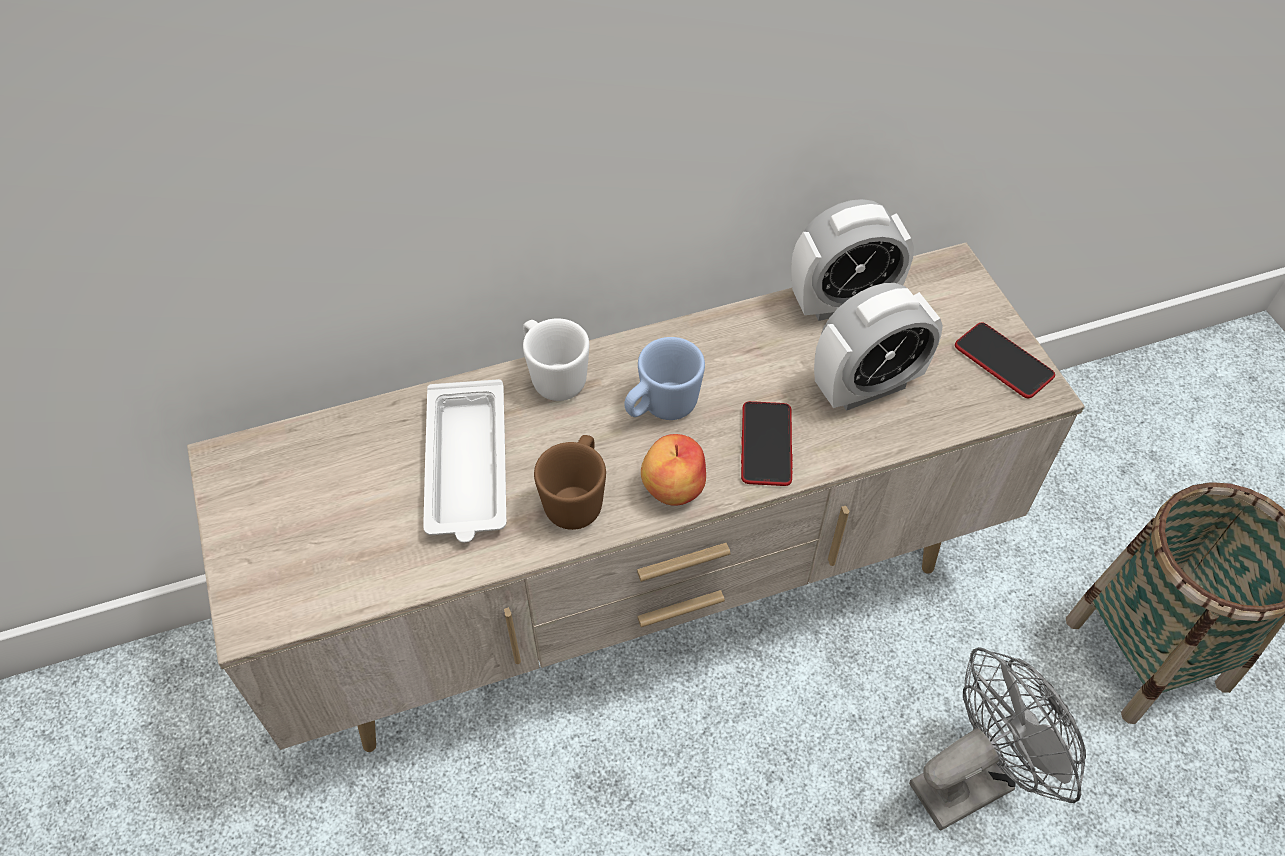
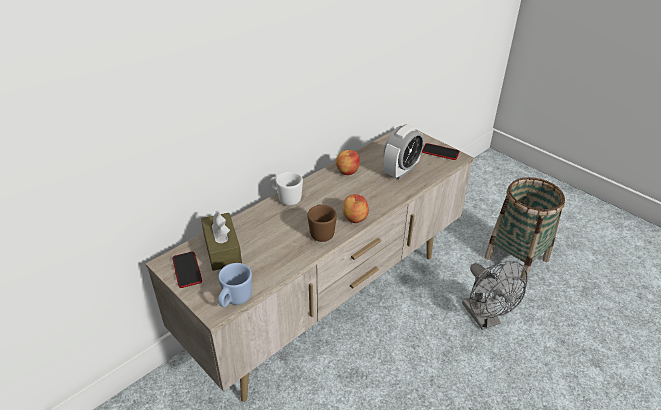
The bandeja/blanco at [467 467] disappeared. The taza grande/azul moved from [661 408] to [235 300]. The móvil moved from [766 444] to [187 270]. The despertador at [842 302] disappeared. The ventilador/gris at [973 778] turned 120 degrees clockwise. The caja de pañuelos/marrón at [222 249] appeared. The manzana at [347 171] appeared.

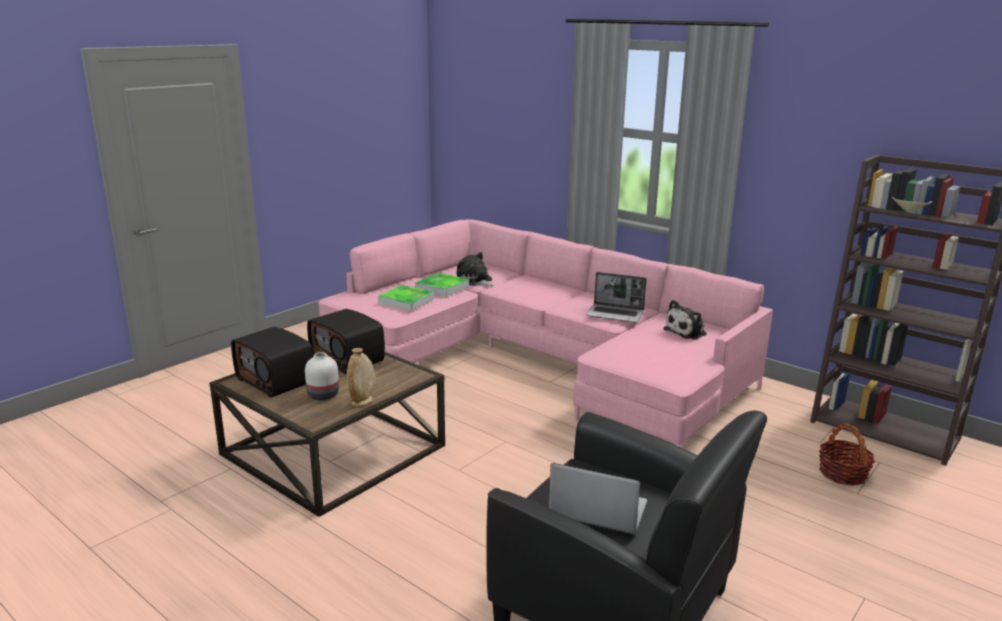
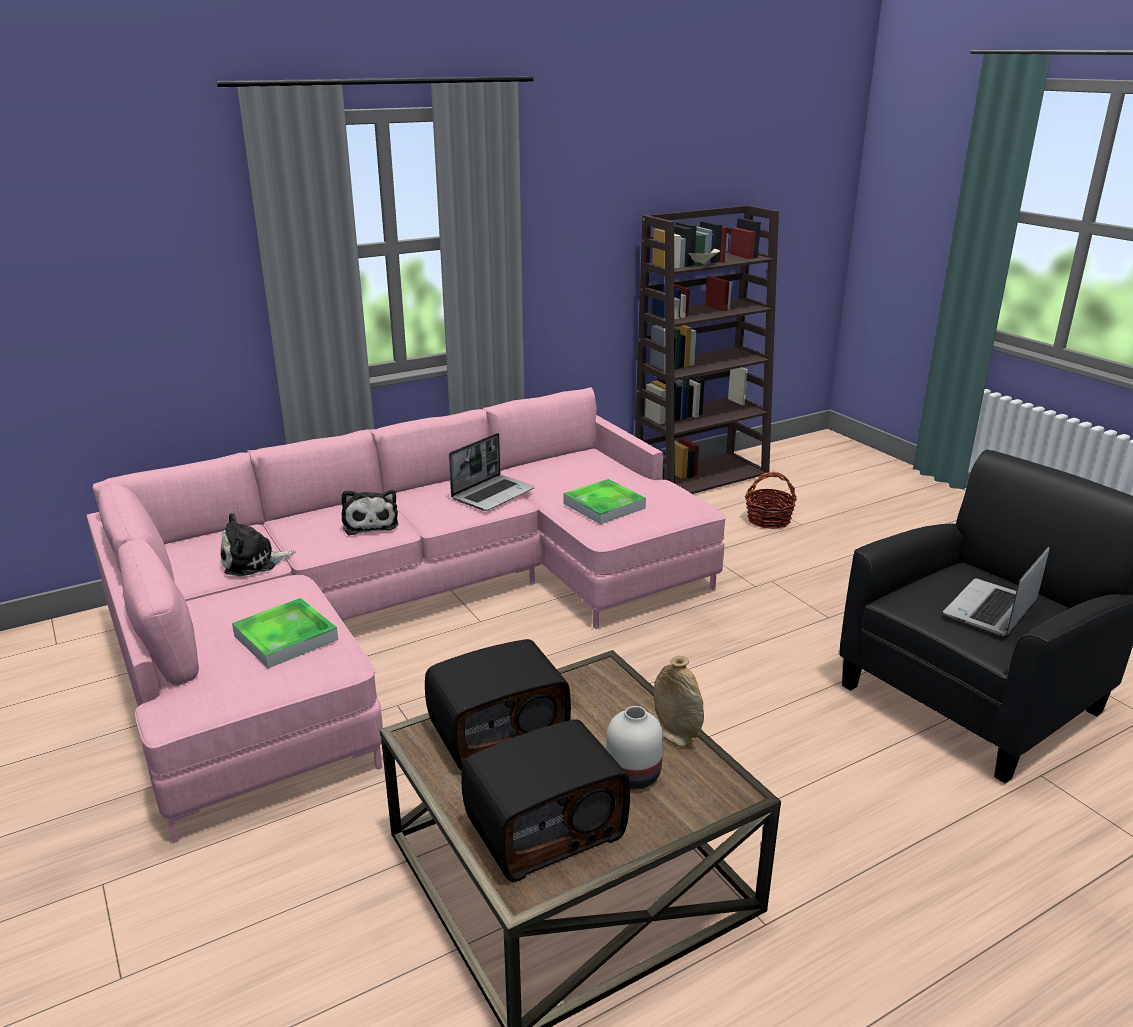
The bandeja moved from [442 287] to [604 506]. The peluche moved from [687 332] to [370 523].

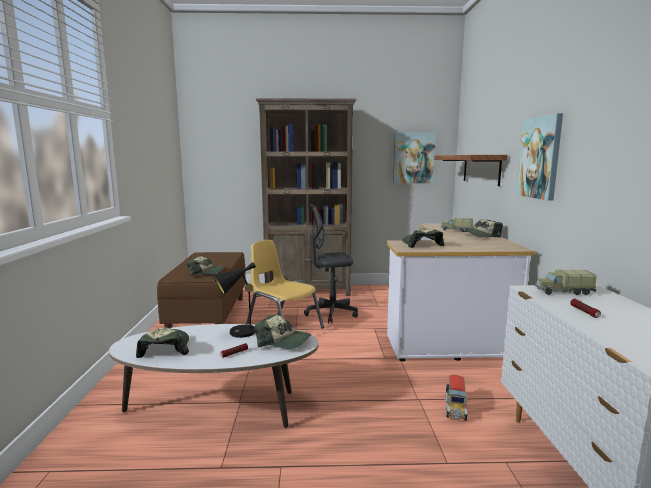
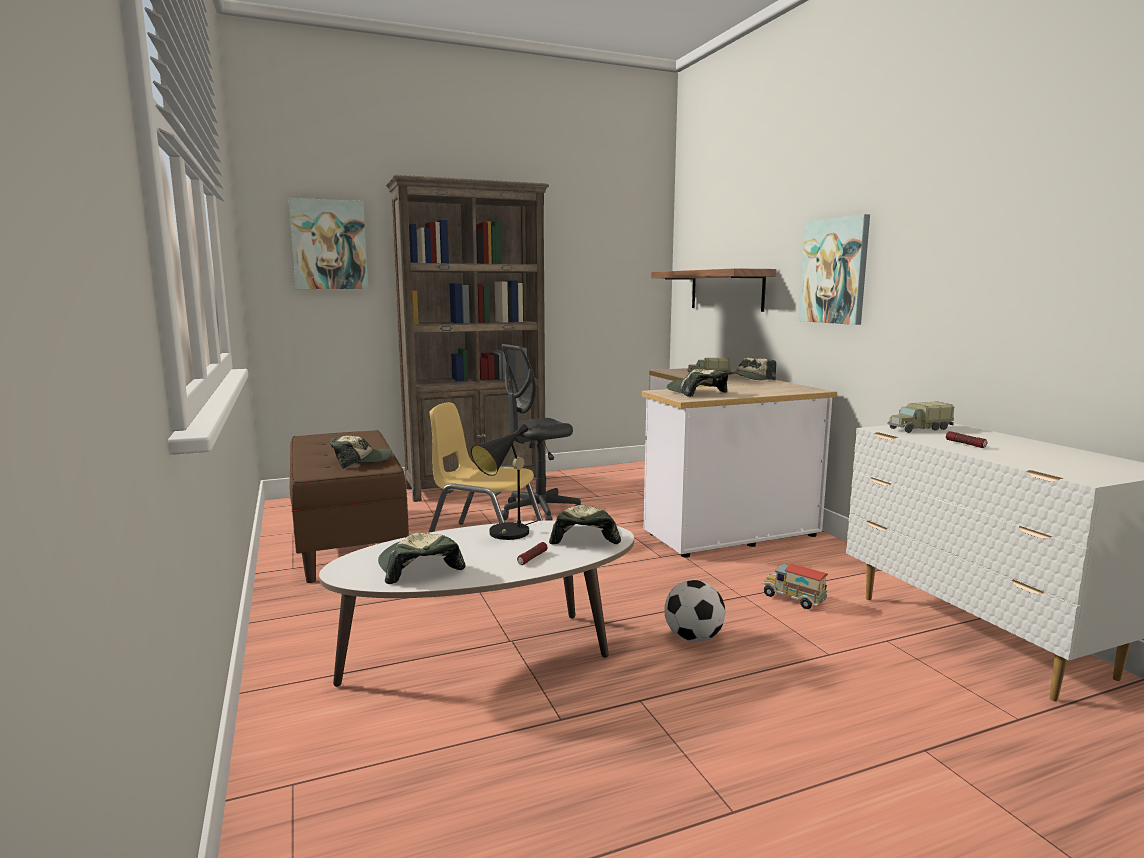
The gorra at [284 341] turned 90 degrees counterclockwise. The cuadro moved from [413 158] to [329 245]. The camión de juguete at [455 410] turned 135 degrees clockwise. The balón de fútbol at [693 638] appeared.

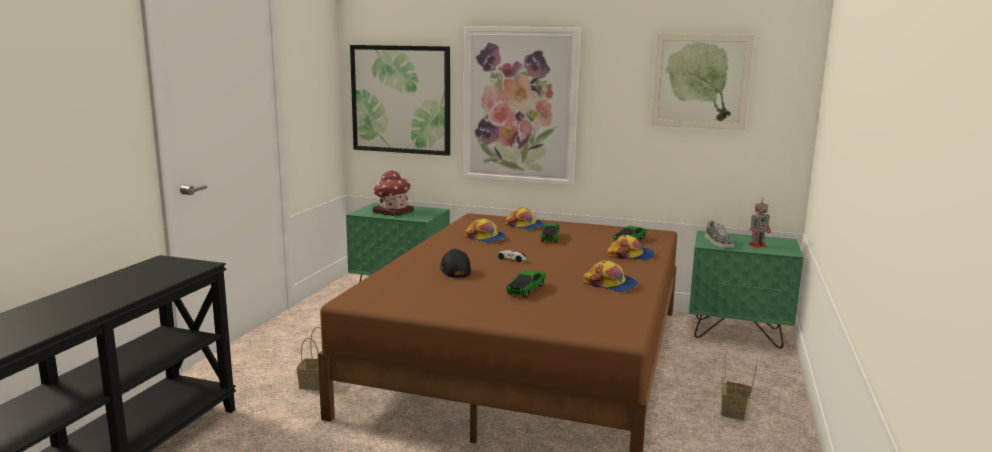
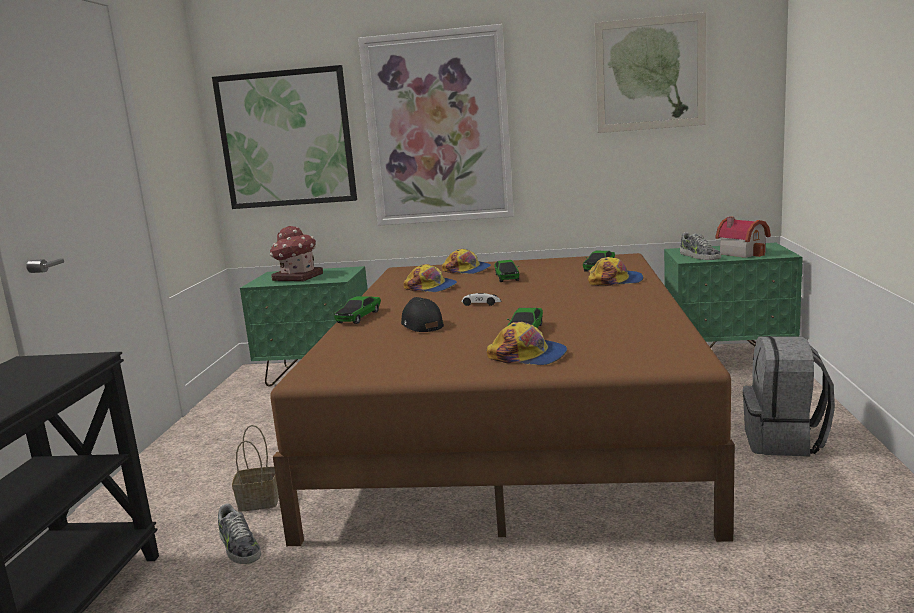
The gorra moved from [611 284] to [528 356]. The cesta at [735 412] was replaced by the mochila/gris at [784 441]. The robot de juguete at [757 245] was replaced by the casita at [743 253]. The zapato at [238 547] appeared. The coche de juguete at [359 317] appeared.

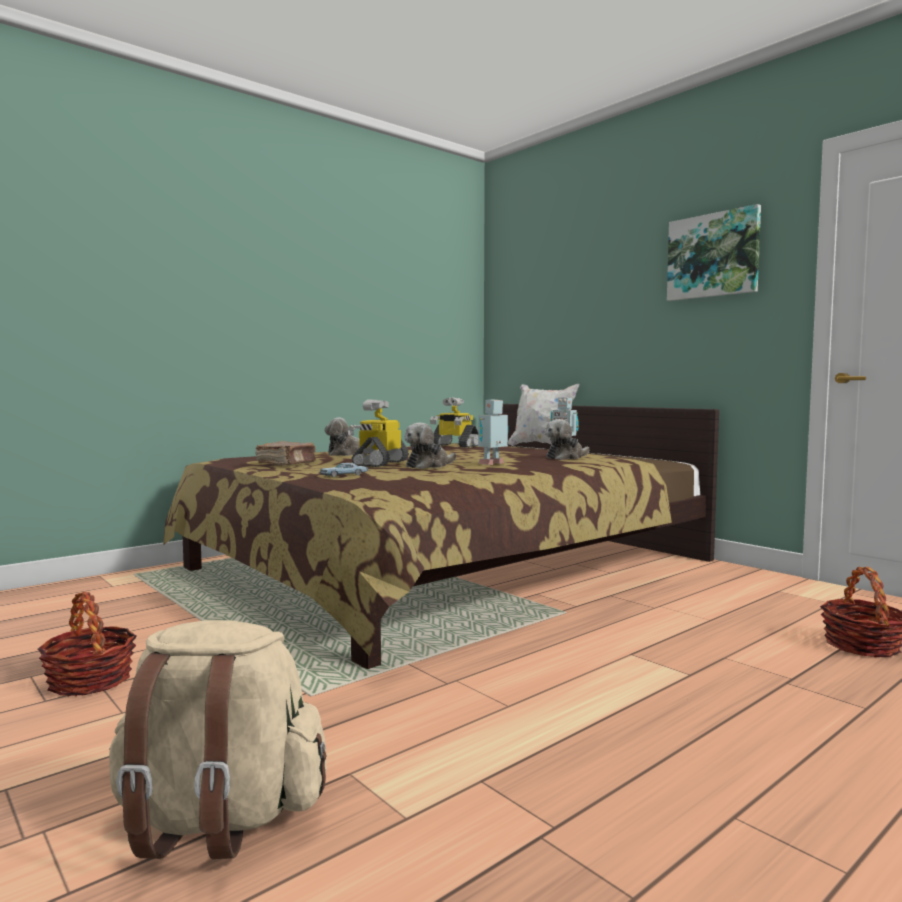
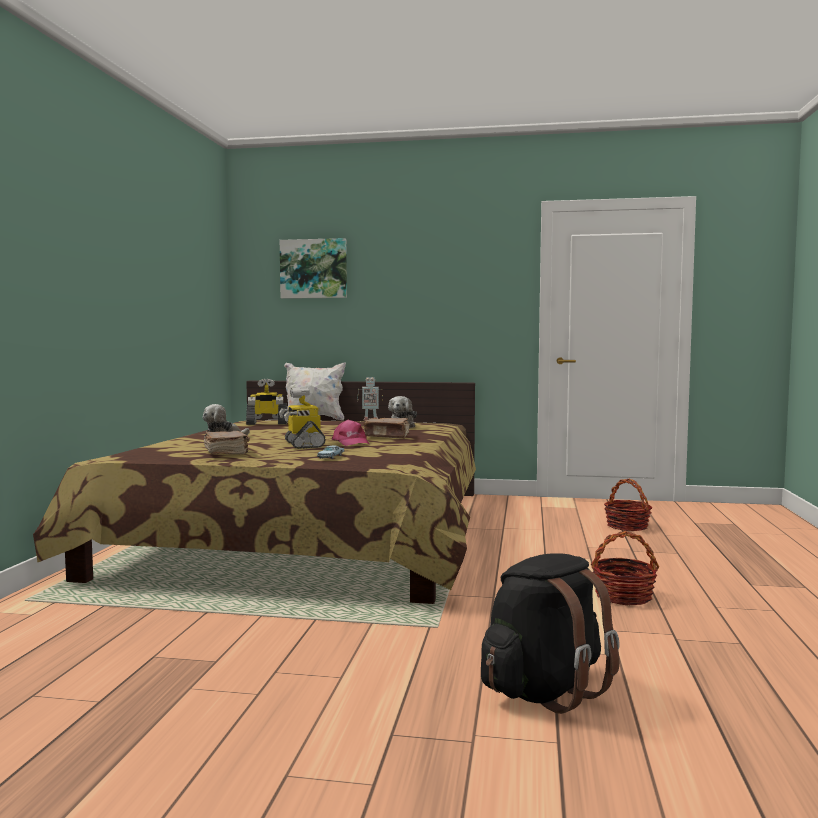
The cesta moved from [89 681] to [623 596]. The mochila/beis at [218 819] became the mochila/negro at [545 690]. The peluche at [429 466] was replaced by the gorra/rosa at [350 442]. The robot de juguete at [493 464] was replaced by the libro/marrón at [387 436]. The cuadro moved from [713 255] to [314 269].

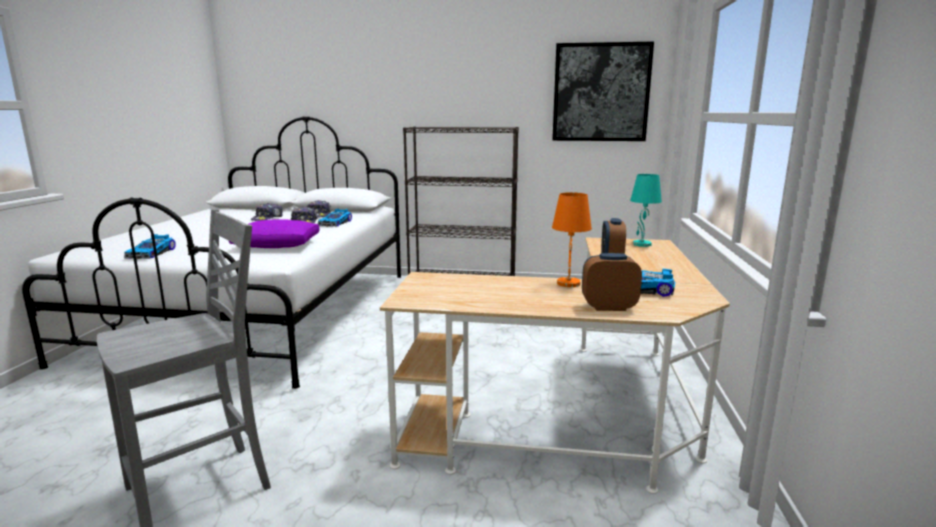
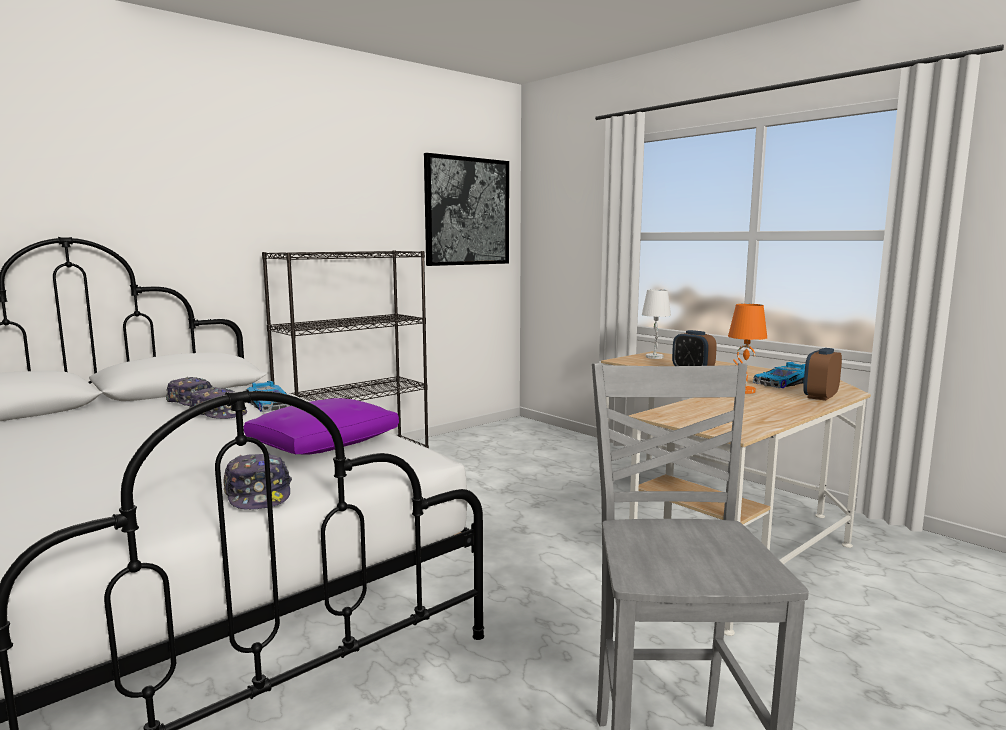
The coche de juguete at [152 253] disappeared. The gorra moved from [268 218] to [258 495]. The lámpara de mesa/turquesa at [642 244] became the lámpara de mesa/blanco at [655 357].

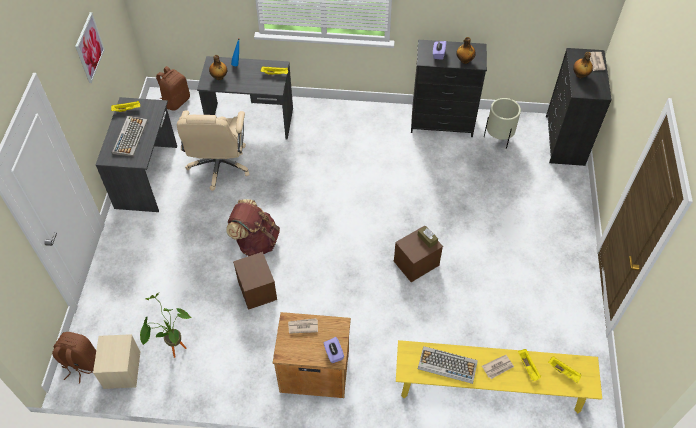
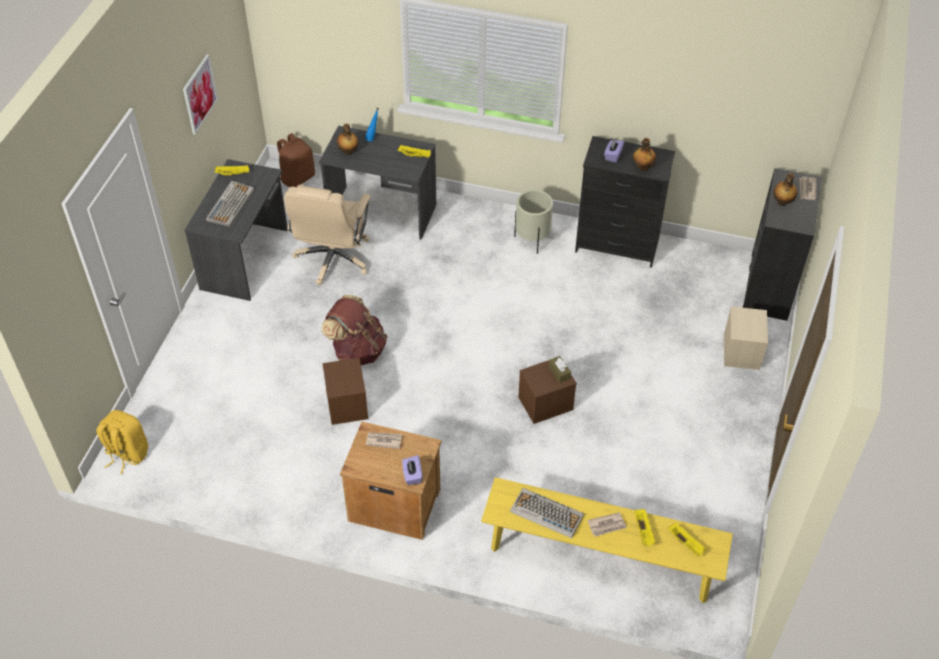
The mochila/marrón at [80 364] became the mochila/amarillo at [127 454]. The caja de almacenaje/beis moved from [122 370] to [742 352]. The planta en maceta at [173 350] disappeared. The maceta/beis moved from [498 138] to [532 240].

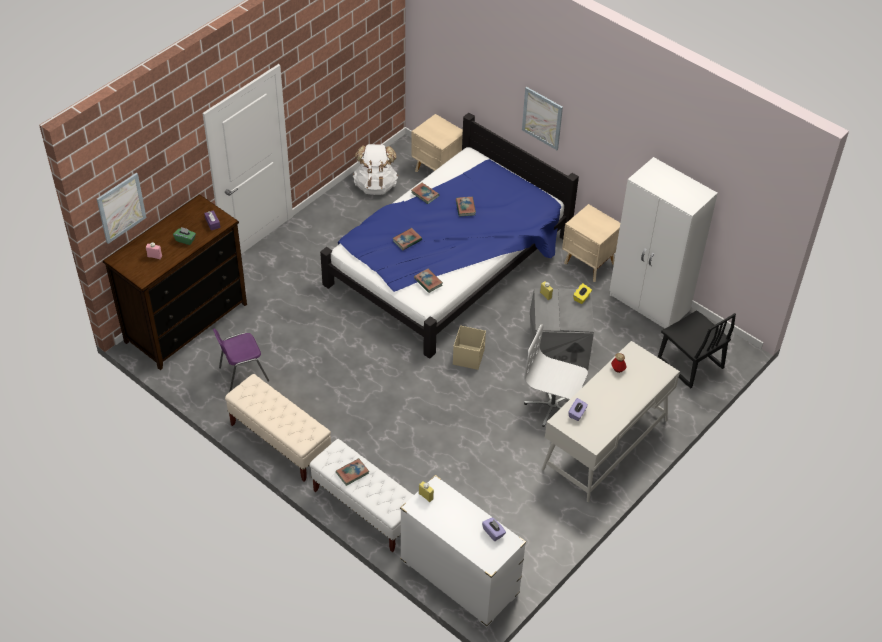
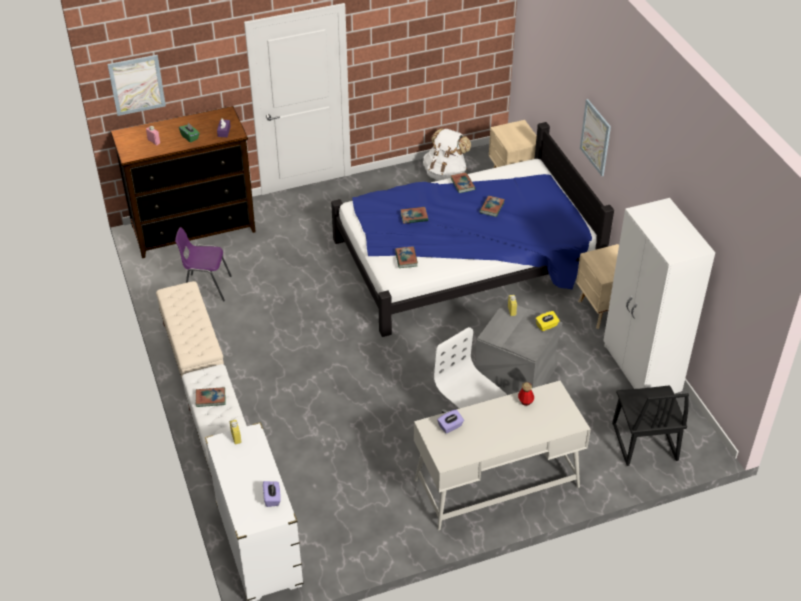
The caja de almacenaje/beis at [469 356] disappeared.

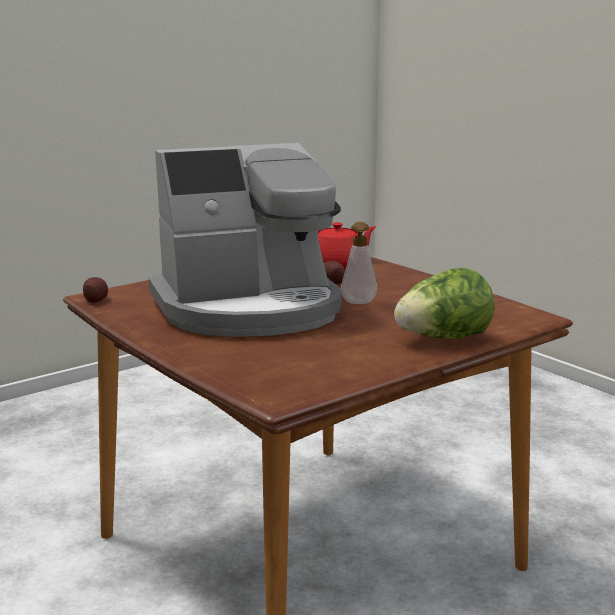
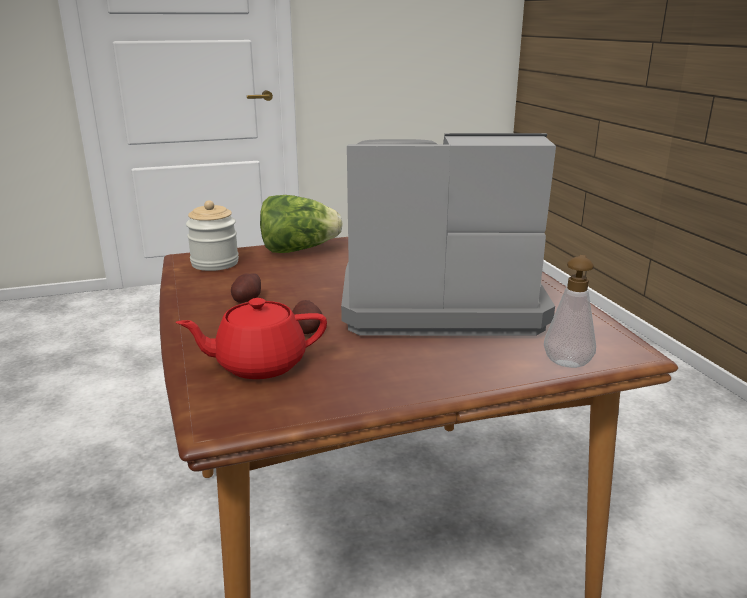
The patata moved from [95 299] to [247 300]. The dispensador de jabón moved from [358 303] to [567 361]. The tarro at [215 263] appeared.

